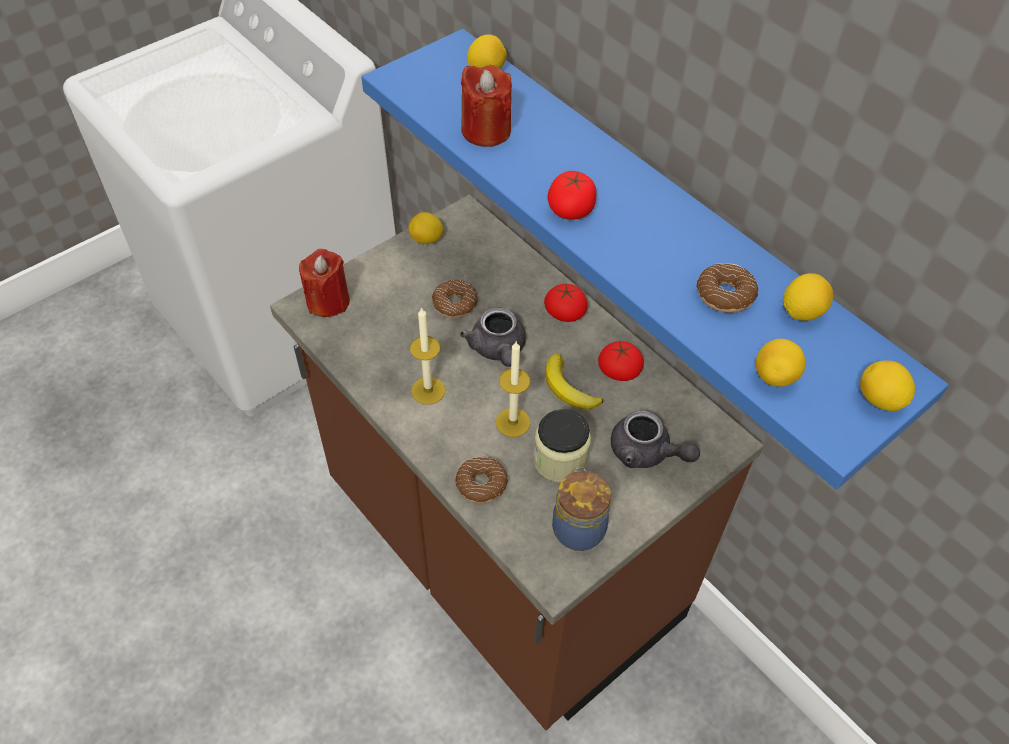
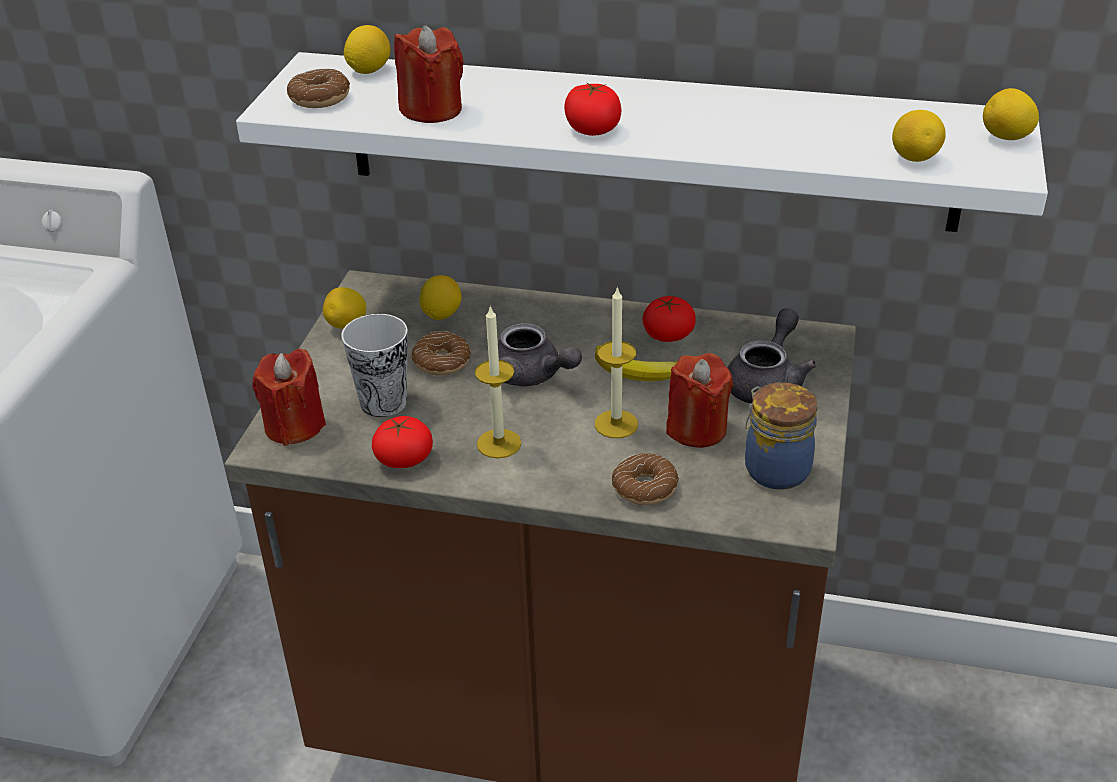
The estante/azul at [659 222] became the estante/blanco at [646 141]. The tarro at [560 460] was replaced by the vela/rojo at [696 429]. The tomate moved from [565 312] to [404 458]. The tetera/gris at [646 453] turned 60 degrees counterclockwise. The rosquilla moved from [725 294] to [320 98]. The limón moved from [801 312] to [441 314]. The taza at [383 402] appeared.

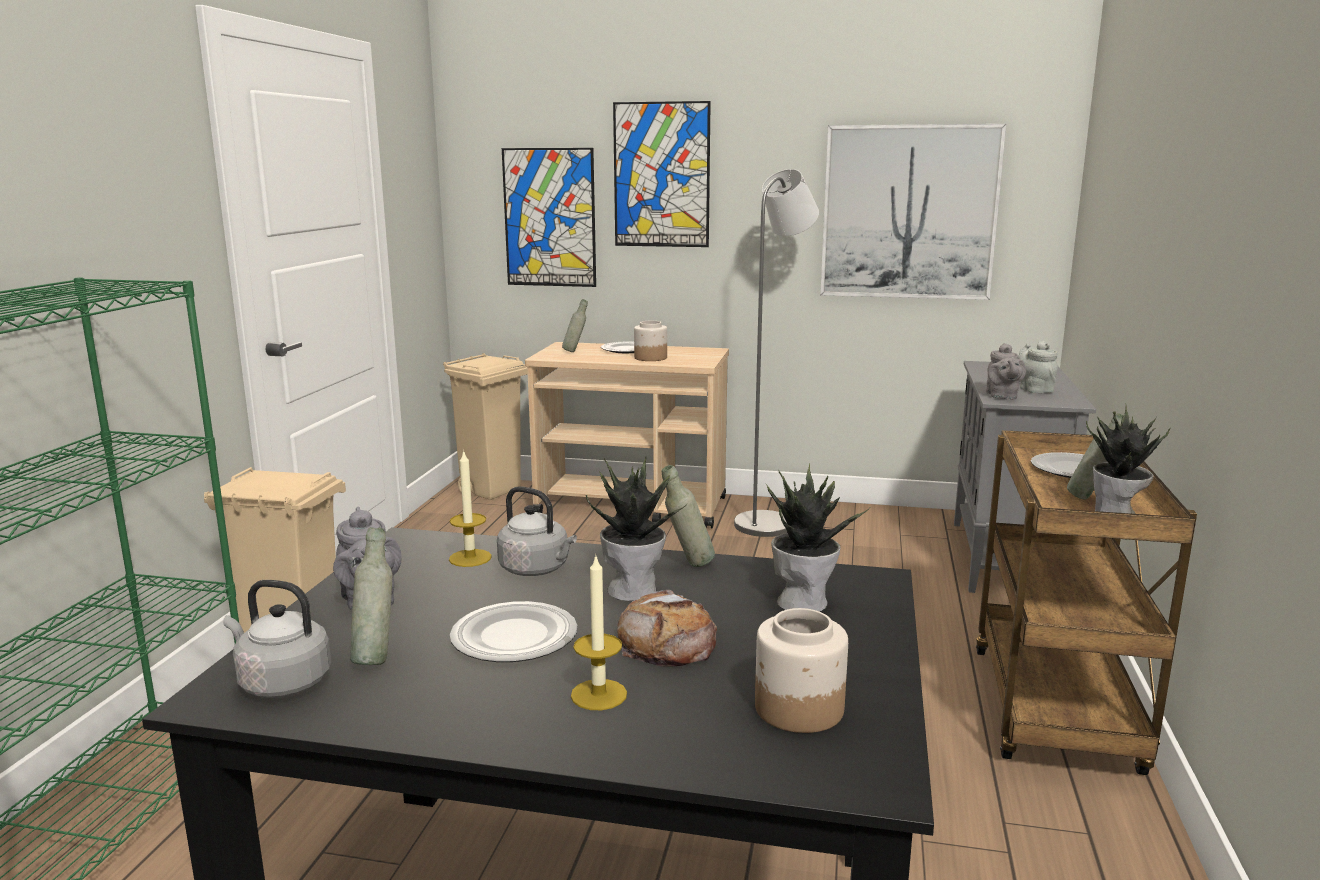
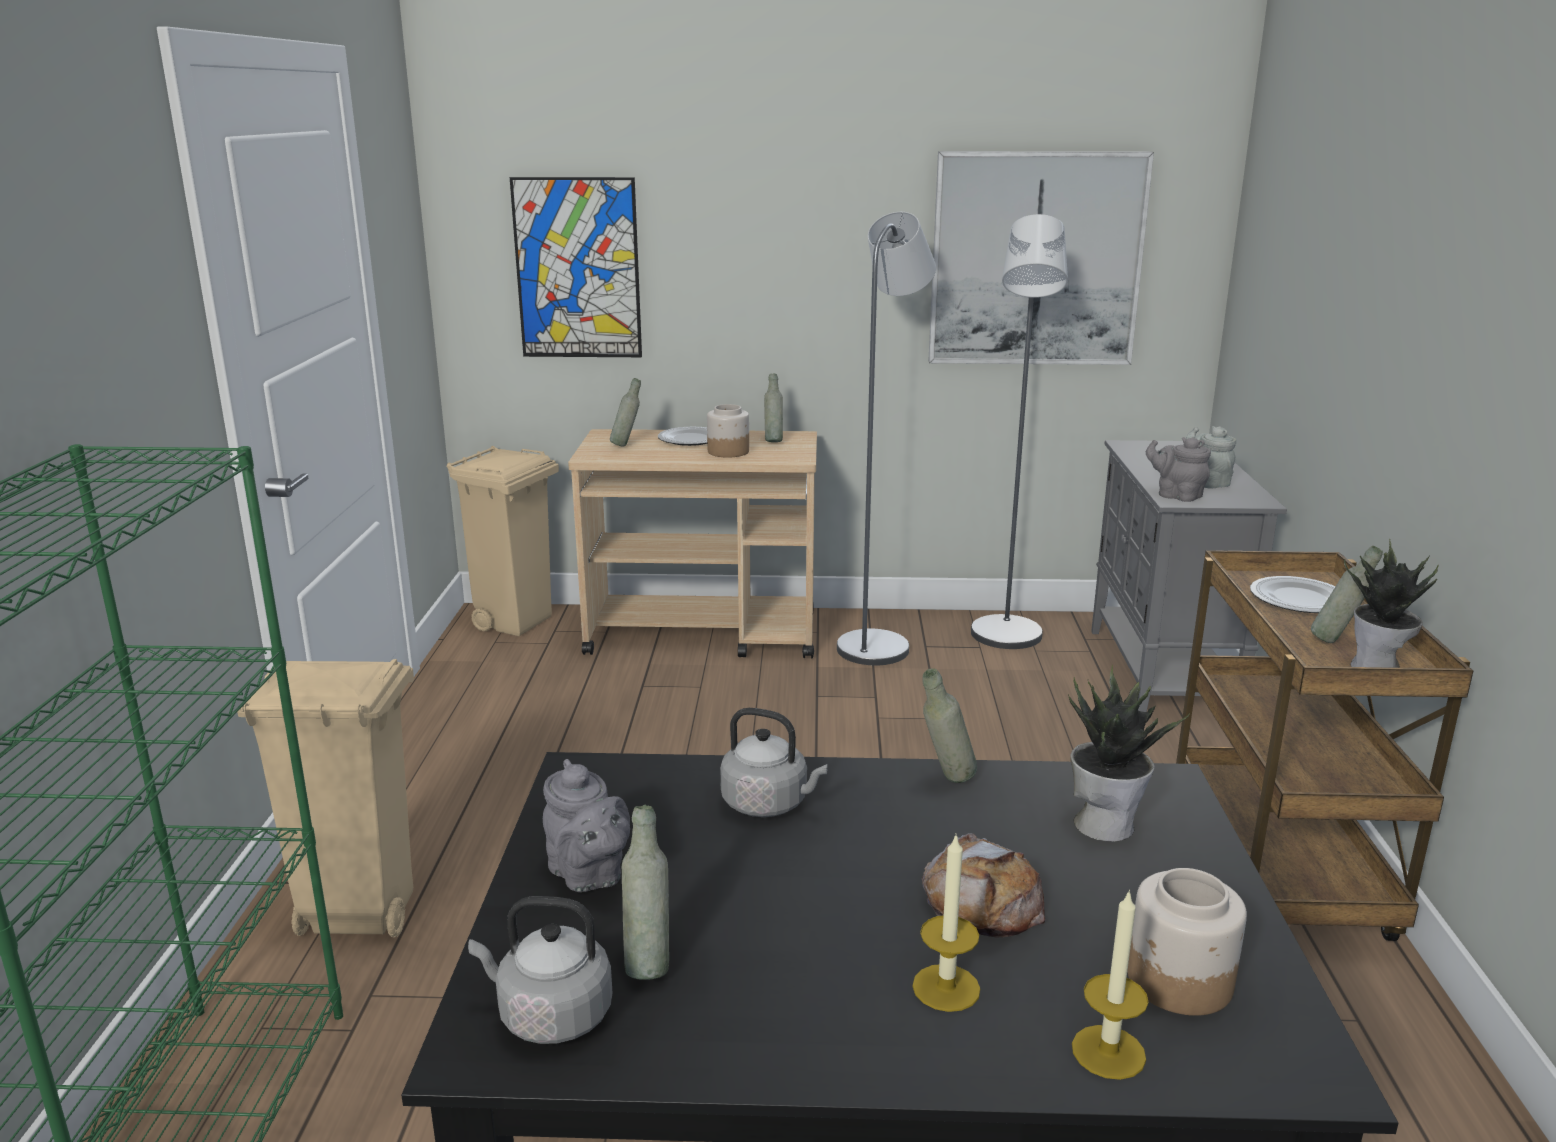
The vela moved from [470 558] to [1108 1052]. The plato at [512 637] disappeared. The planta en maceta at [634 590] disappeared. The cuadro at [661 175] disappeared. The tetera/gris at [1002 396] turned 135 degrees clockwise. The botella/gris at [773 441] appeared. The lámpara de pie/gris at [1006 640] appeared.

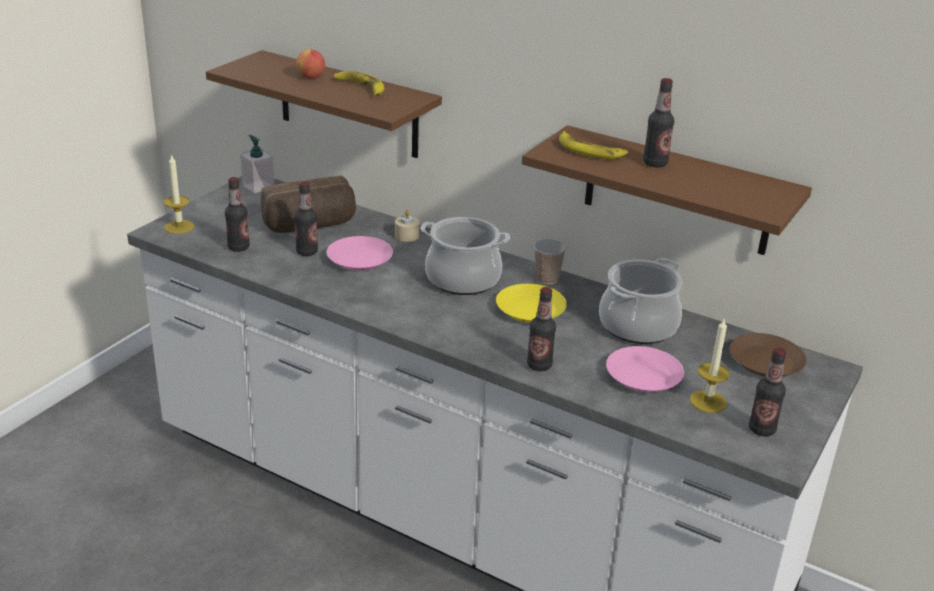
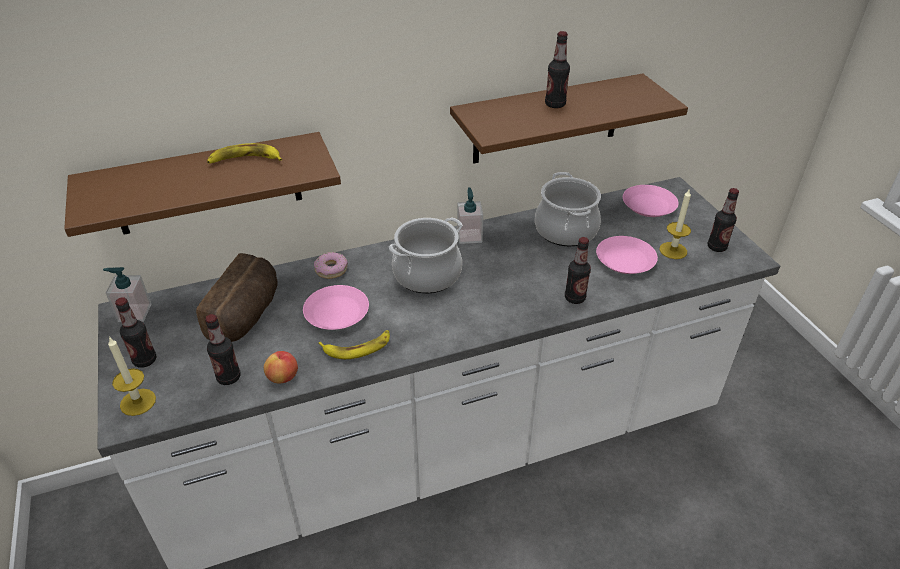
The botella moved from [307 252] to [145 360]. The manzana moved from [311 77] to [283 377]. The vela/beis at [407 235] was replaced by the rosquilla at [331 269]. The plato/amarillo at [531 310] disappeared. The taza at [547 279] was replaced by the dispensador de jabón at [469 236]. The plátano moved from [590 151] to [357 347]. The plato/marrón at [765 361] became the plato/rosa at [648 206].

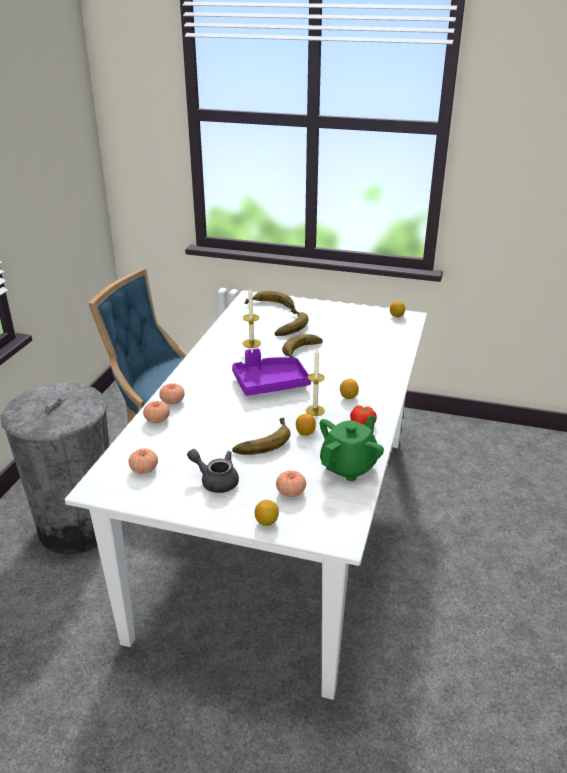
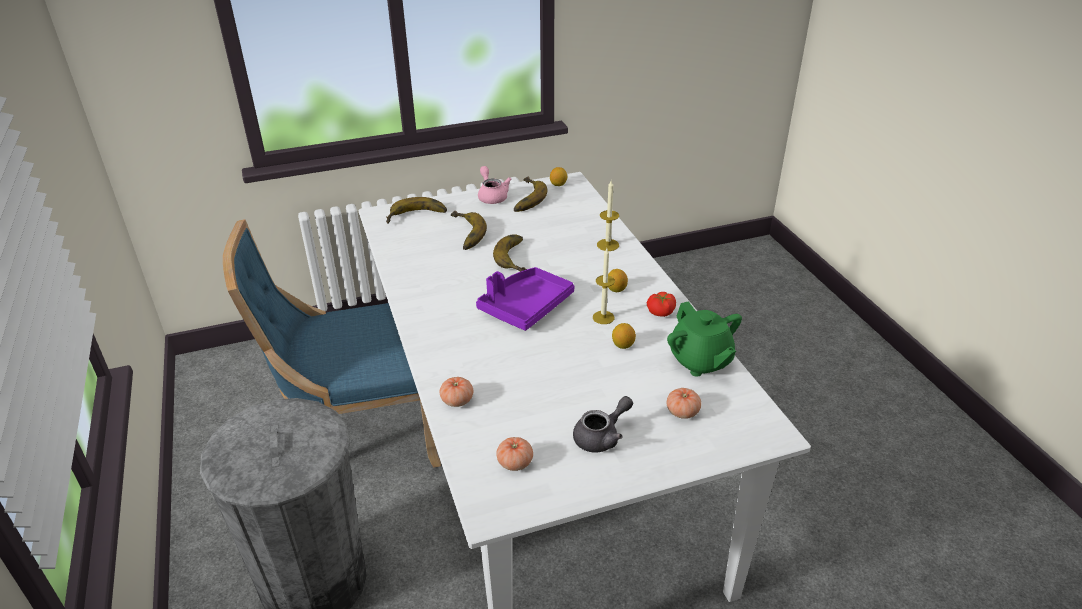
The tomate at [172 401] disappeared. The tetera/gris at [216 480] turned 150 degrees clockwise. The plátano moved from [260 440] to [524 198]. The vela moved from [251 343] to [608 245]. The limón at [267 522] disappeared. The tetera/verde at [349 466] turned 150 degrees clockwise. The tetera/rosa at [492 196] appeared.

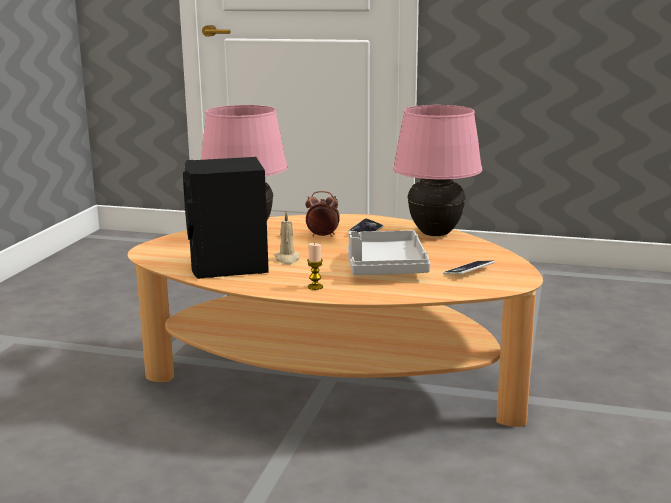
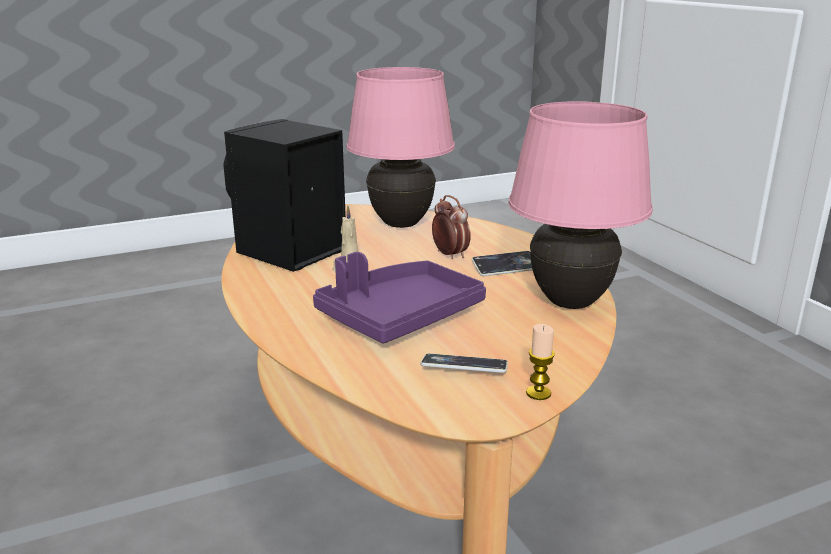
The vela moved from [315 287] to [538 393]. The bandeja/gris at [385 267] became the bandeja/morado at [399 316].

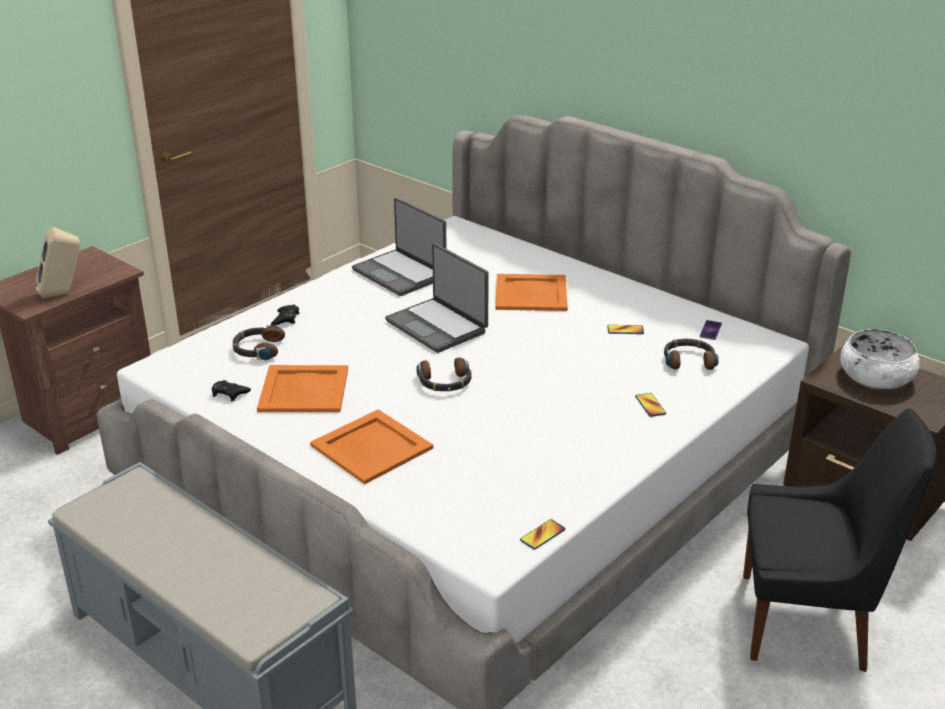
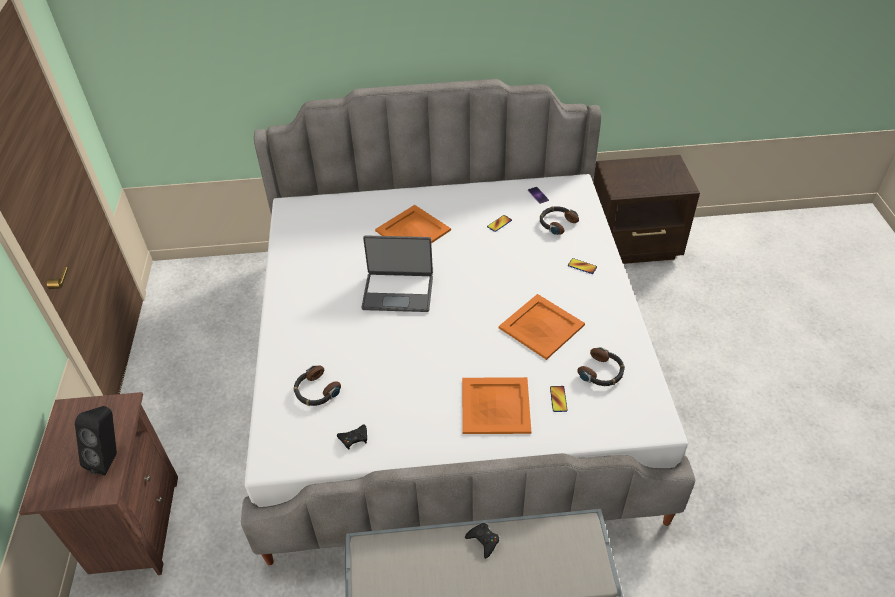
The altavoz/beis at [63 294] became the altavoz/negro at [110 458]. The bandeja/naranja moved from [303 389] to [540 326]. The mando de consola/negro moved from [286 319] to [483 541]. The portátil at [400 273] disappeared. The auriculares moved from [445 382] to [602 372]. The móvil moved from [542 535] to [558 399]. The silla/negro at [809 622] disappeared. The cuenco/blanco at [876 376] disappeared.

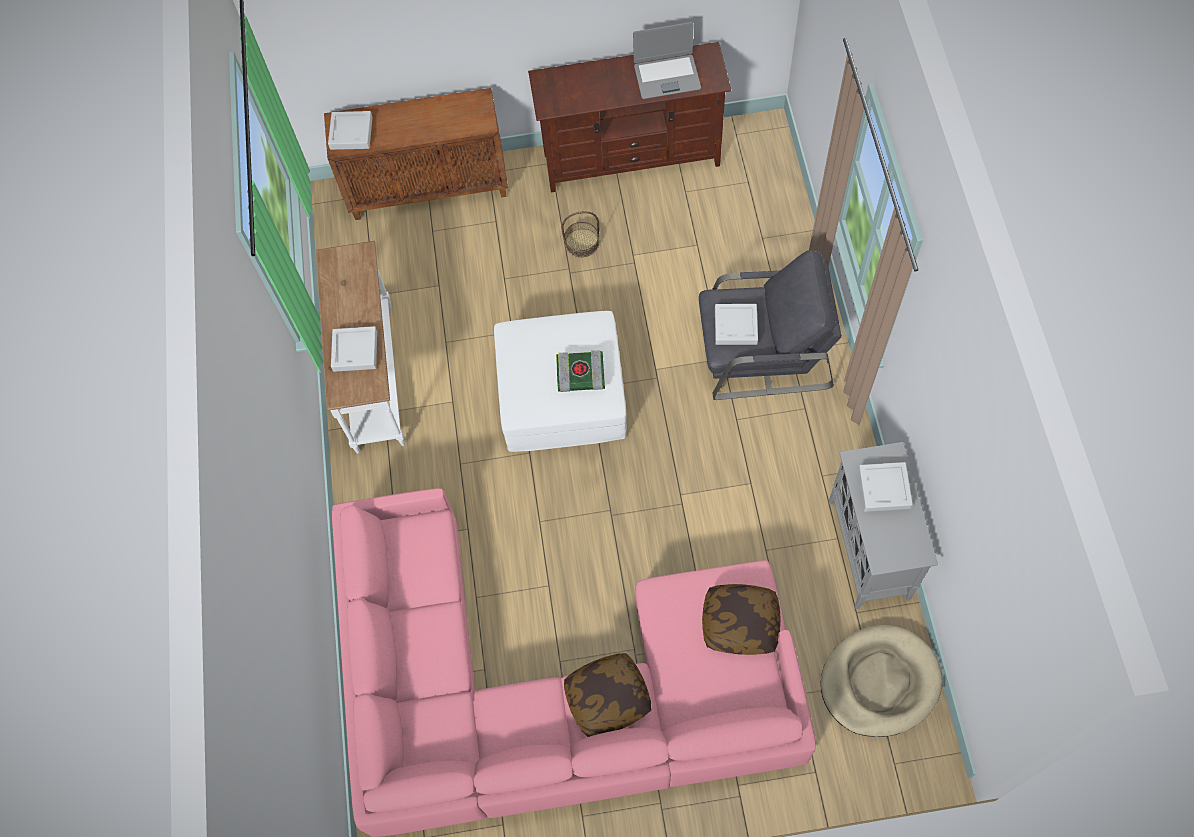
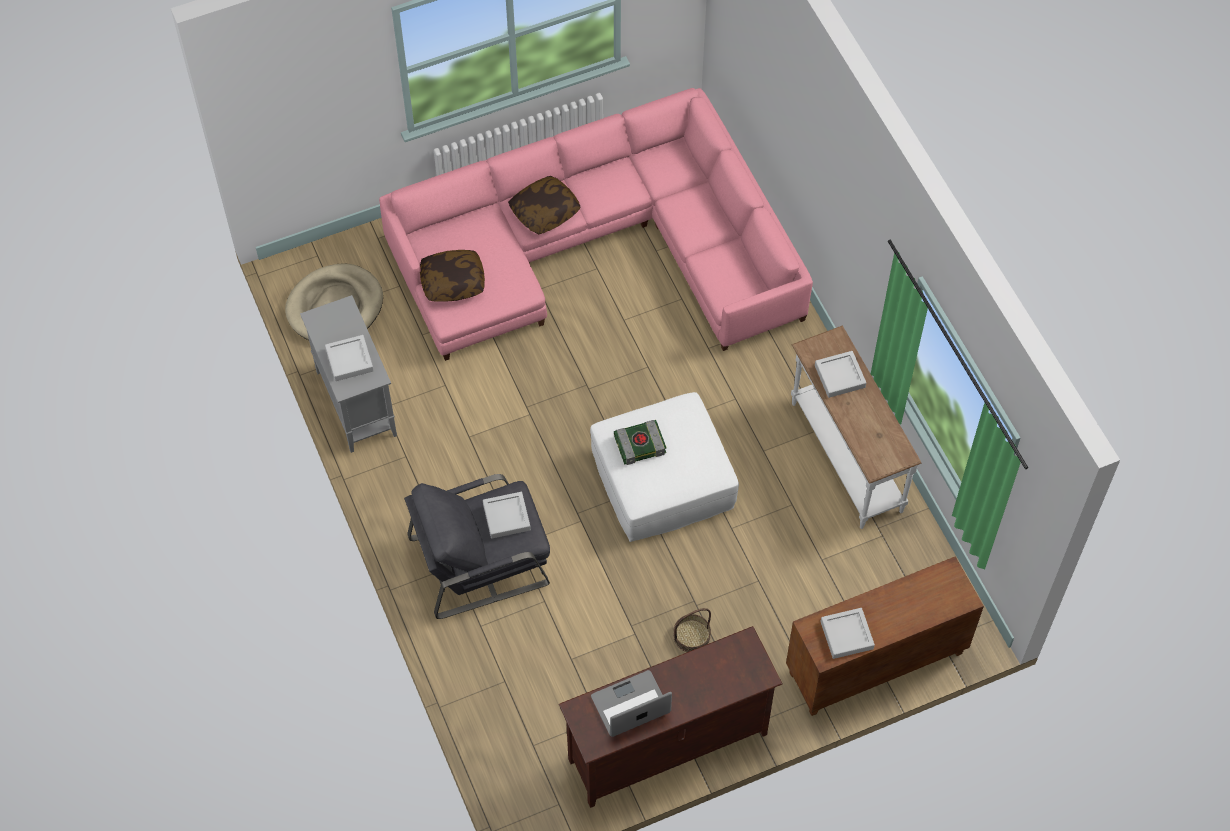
The bandeja/gris moved from [351 133] to [846 635].

